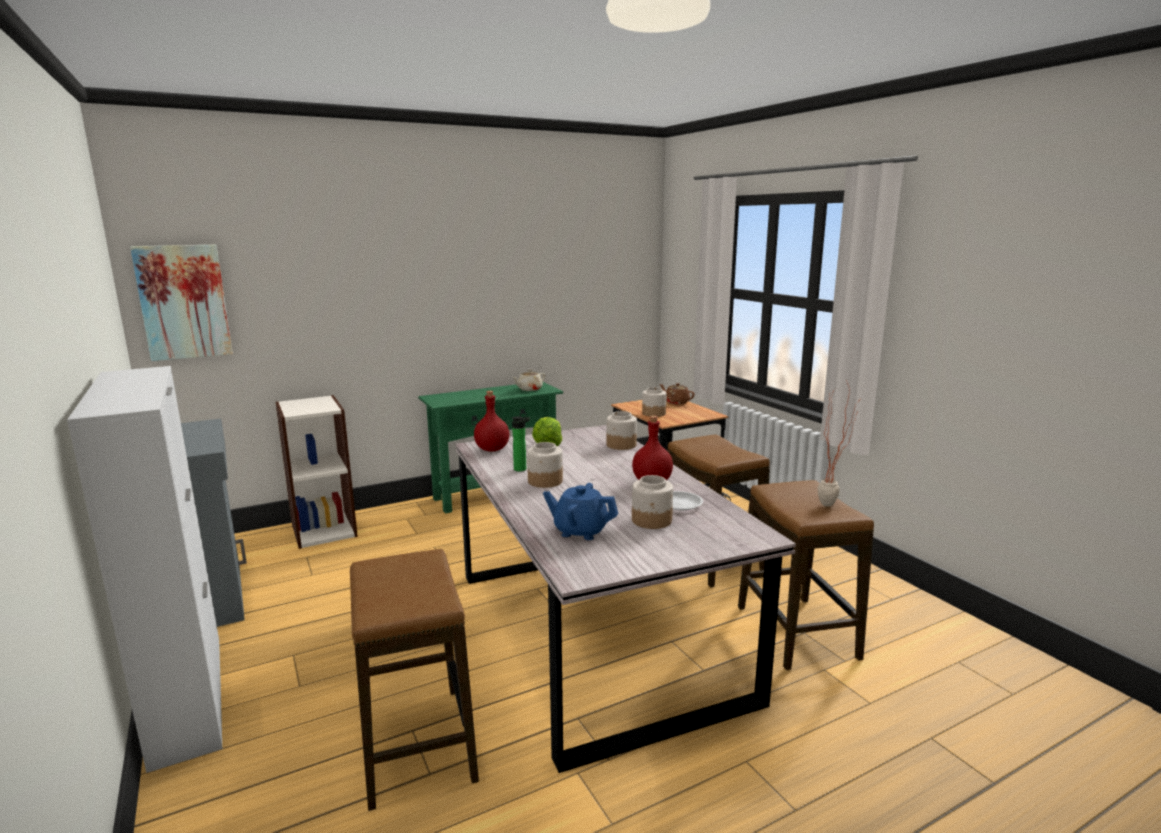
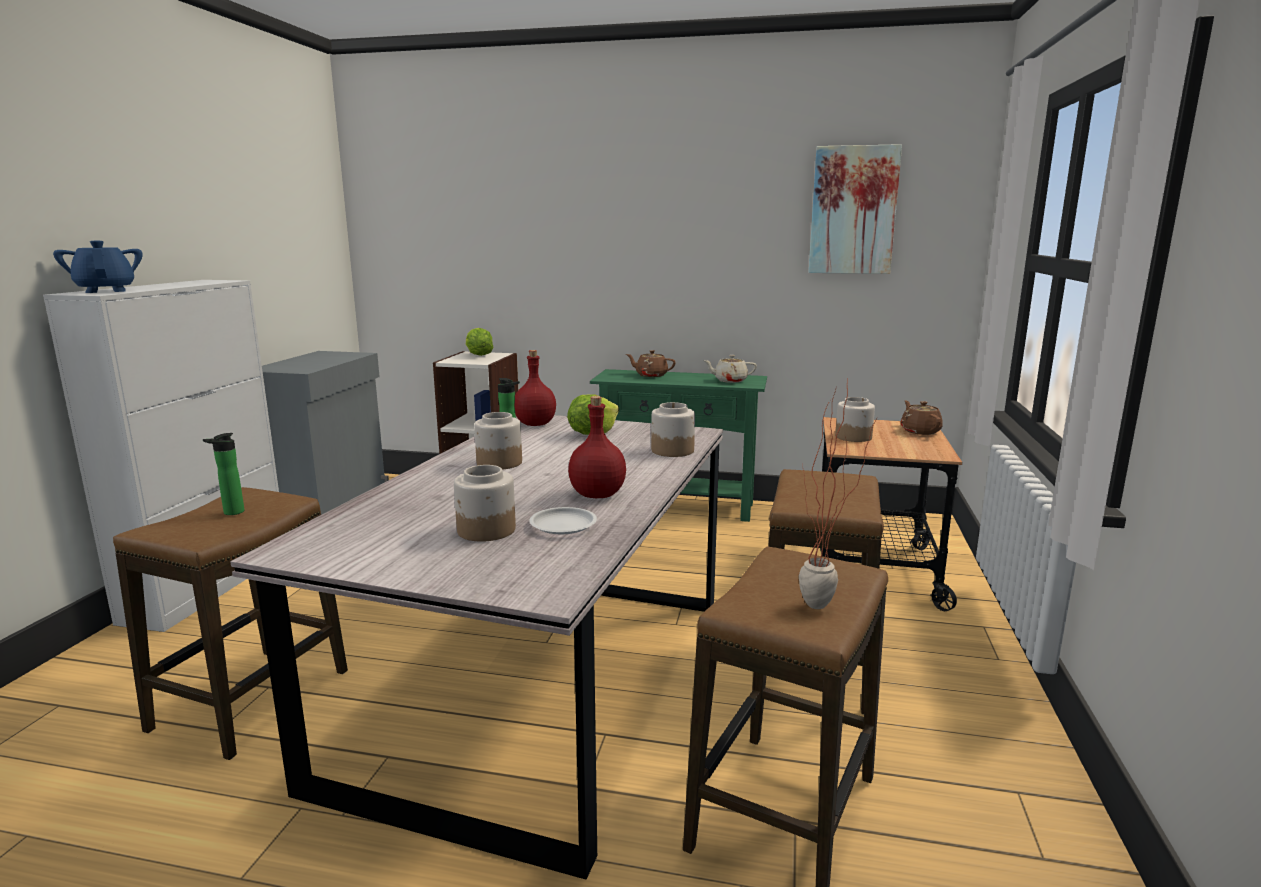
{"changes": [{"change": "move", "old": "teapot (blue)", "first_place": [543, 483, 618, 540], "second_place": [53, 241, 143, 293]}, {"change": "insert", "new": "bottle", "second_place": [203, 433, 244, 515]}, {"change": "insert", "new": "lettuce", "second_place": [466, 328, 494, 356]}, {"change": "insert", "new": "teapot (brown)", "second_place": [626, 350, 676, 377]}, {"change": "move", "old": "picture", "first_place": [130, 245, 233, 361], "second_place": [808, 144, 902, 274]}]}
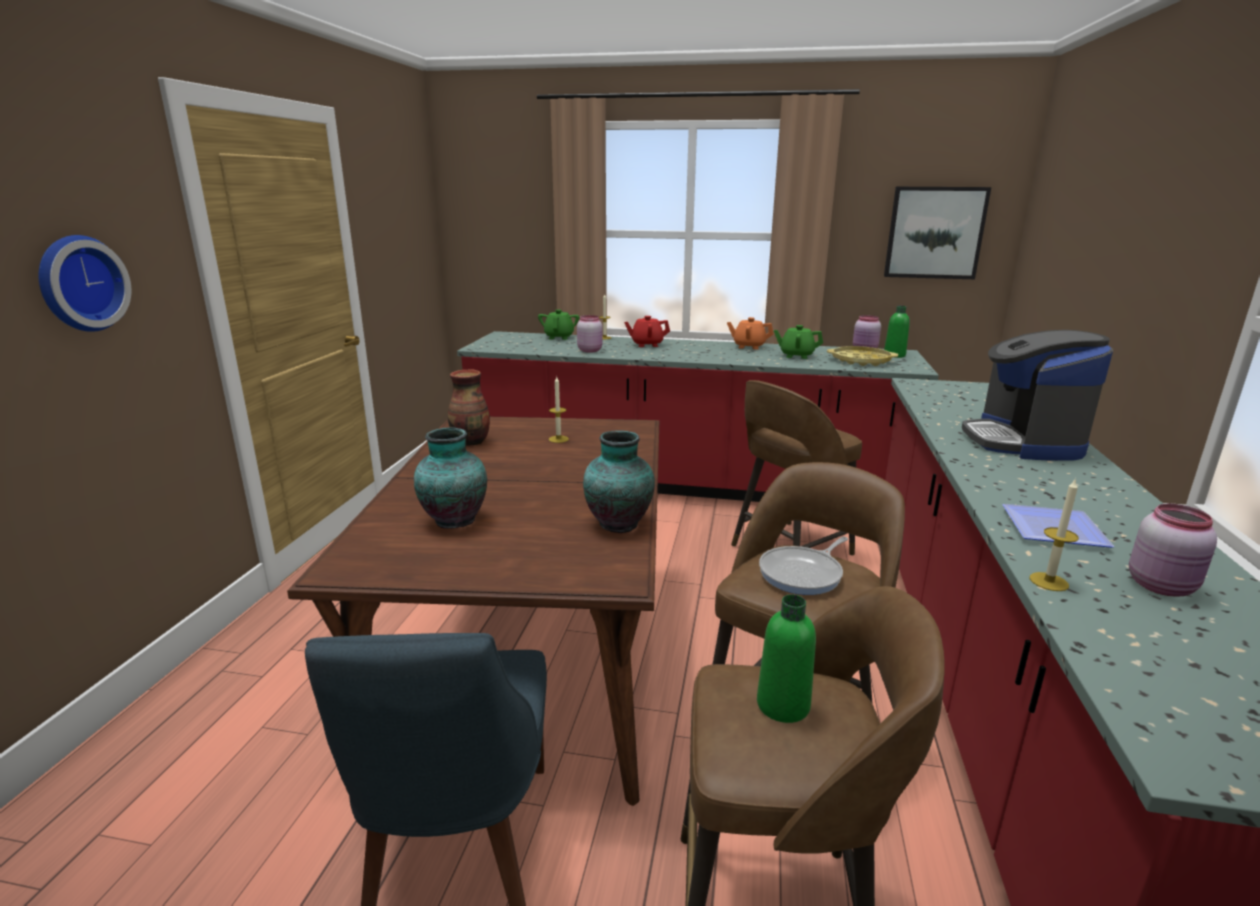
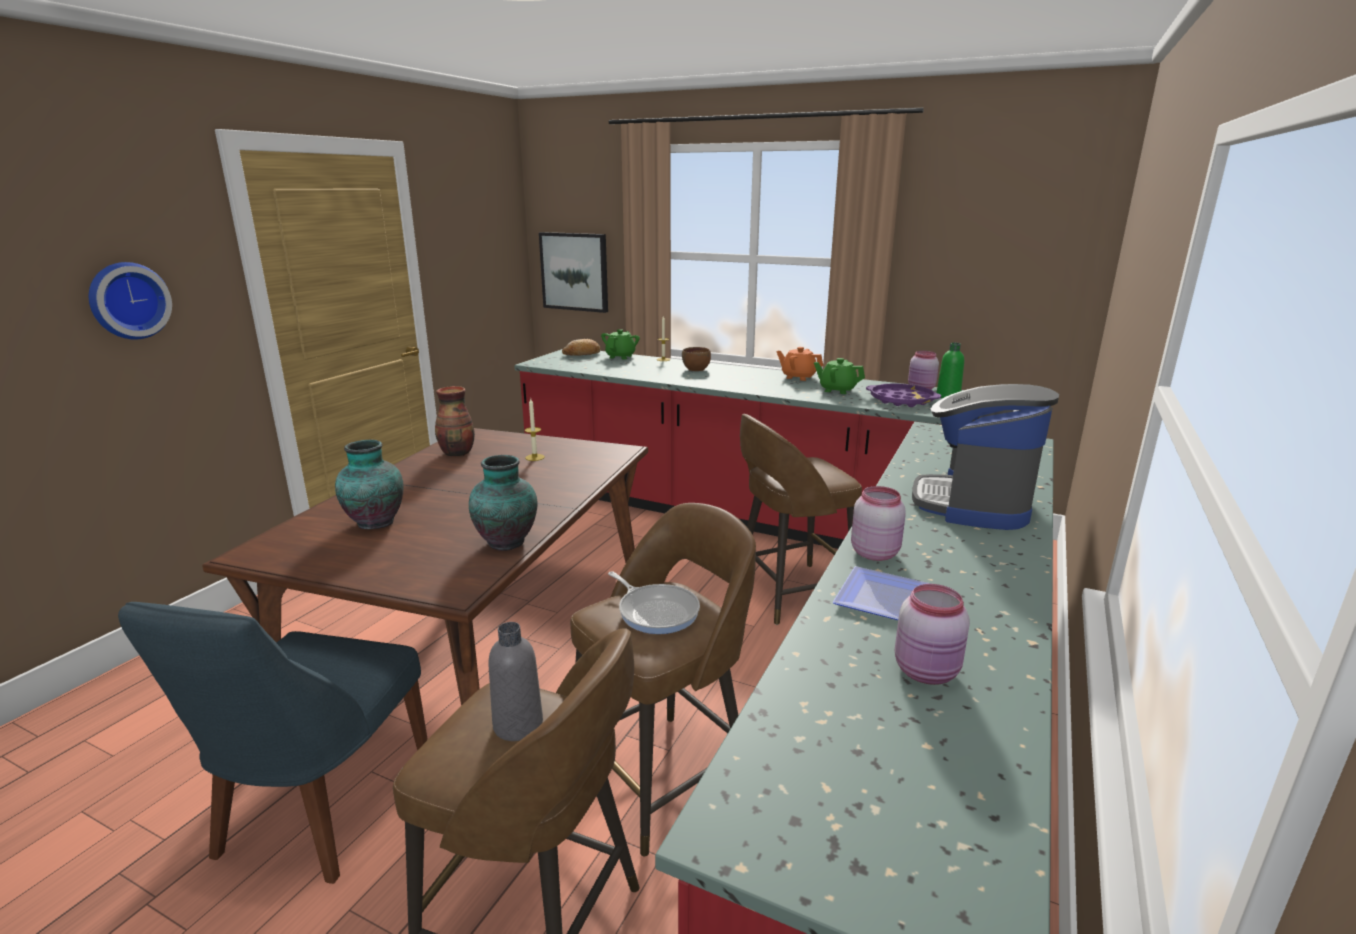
{"changes": [{"change": "recolor", "old": "bottle (green)", "new": "bottle (grey)", "first_place": [757, 594, 816, 723], "second_place": [488, 622, 543, 741]}, {"change": "move", "old": "picture", "first_place": [884, 187, 991, 279], "second_place": [539, 232, 608, 313]}, {"change": "insert", "new": "bread", "second_place": [562, 339, 600, 356]}, {"change": "rotate", "old": "frying pan", "first_place": [759, 537, 848, 595], "second_place": [608, 571, 700, 634], "degrees": -105}, {"change": "replace", "old": "teapot (red)", "new": "bowl (brown)", "first_place": [624, 316, 670, 347], "second_place": [682, 347, 711, 371]}, {"change": "move", "old": "jar (pink)", "first_place": [577, 315, 603, 353], "second_place": [851, 486, 906, 561]}, {"change": "recolor", "old": "tray (yellow)", "new": "tray (purple)", "first_place": [827, 346, 898, 366], "second_place": [866, 383, 941, 407]}, {"change": "delete", "old": "candle", "first_place": [1030, 478, 1079, 591]}]}
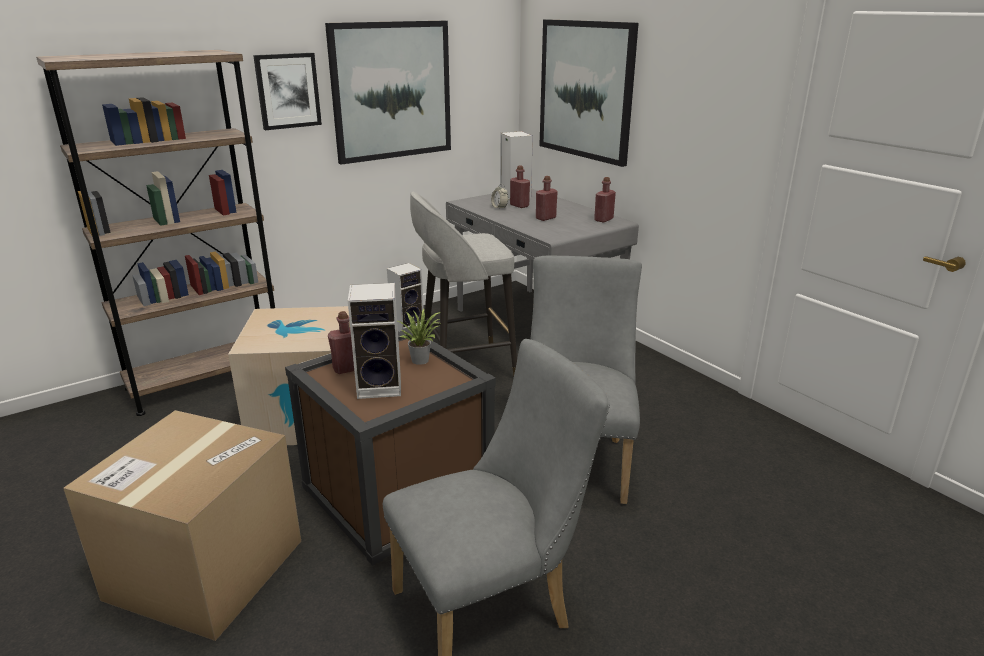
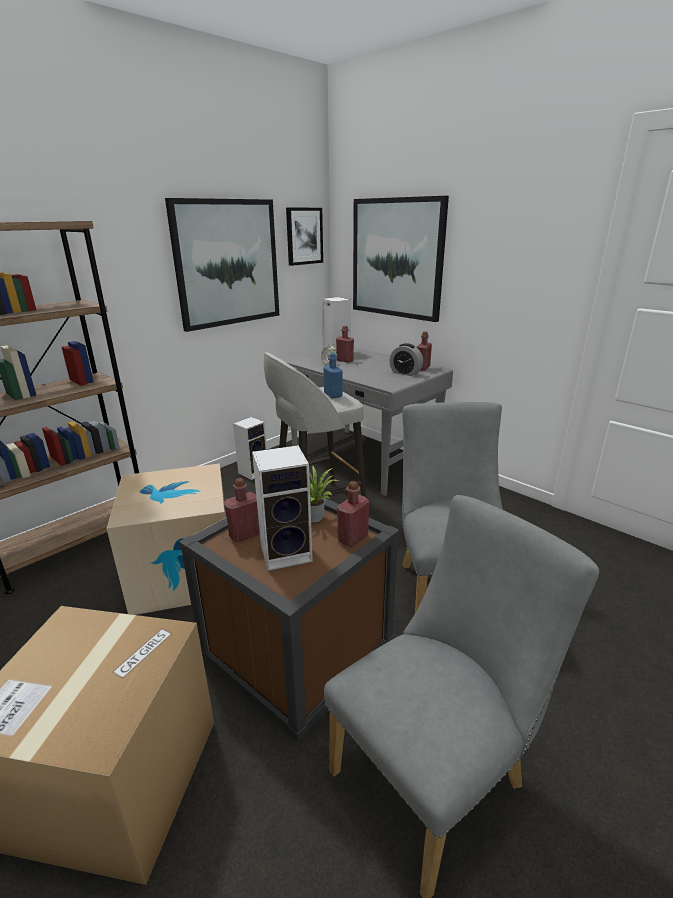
{"changes": [{"change": "move", "old": "picture", "first_place": [253, 53, 322, 130], "second_place": [286, 208, 323, 266]}, {"change": "insert", "new": "bottle (blue)", "second_place": [323, 353, 342, 398]}, {"change": "move", "old": "bottle (red)", "first_place": [536, 176, 558, 221], "second_place": [337, 481, 369, 547]}, {"change": "insert", "new": "alarm clock", "second_place": [389, 343, 423, 376]}]}
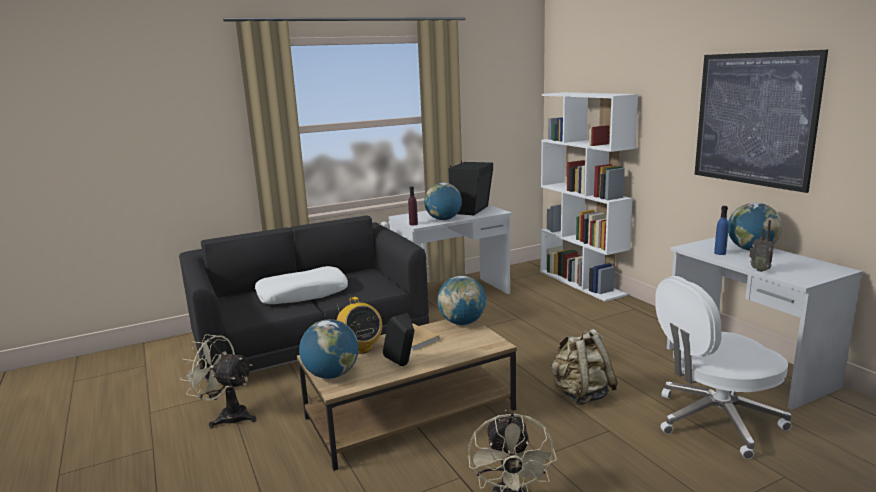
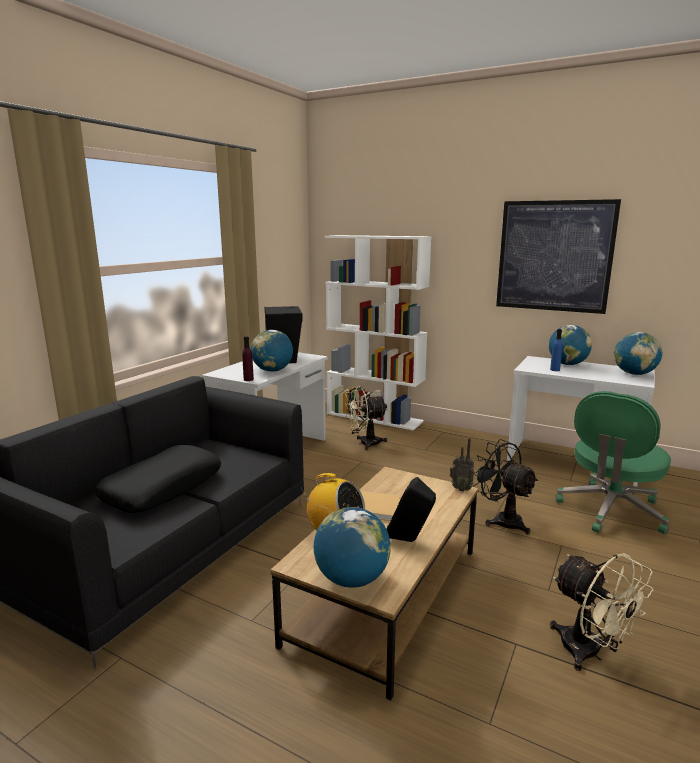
{"changes": [{"change": "recolor", "old": "pillow (white)", "new": "pillow (black)", "first_place": [255, 266, 348, 304], "second_place": [95, 445, 221, 513]}, {"change": "move", "old": "fan (beige)", "first_place": [180, 334, 257, 428], "second_place": [344, 386, 388, 450]}, {"change": "move", "old": "radio", "first_place": [749, 220, 774, 272], "second_place": [450, 438, 474, 492]}, {"change": "replace", "old": "backpack (beige)", "new": "fan (black)", "first_place": [550, 329, 618, 405], "second_place": [473, 439, 539, 535]}, {"change": "recolor", "old": "office chair (white)", "new": "office chair (green)", "first_place": [655, 276, 791, 459], "second_place": [555, 391, 671, 535]}, {"change": "move", "old": "globe", "first_place": [437, 276, 486, 325], "second_place": [614, 332, 662, 375]}]}
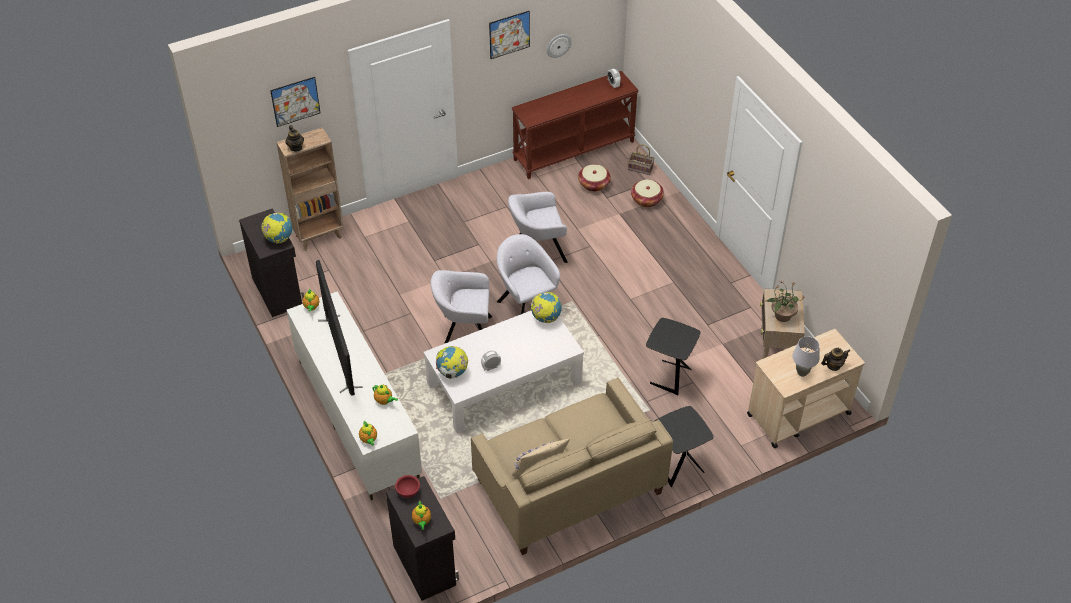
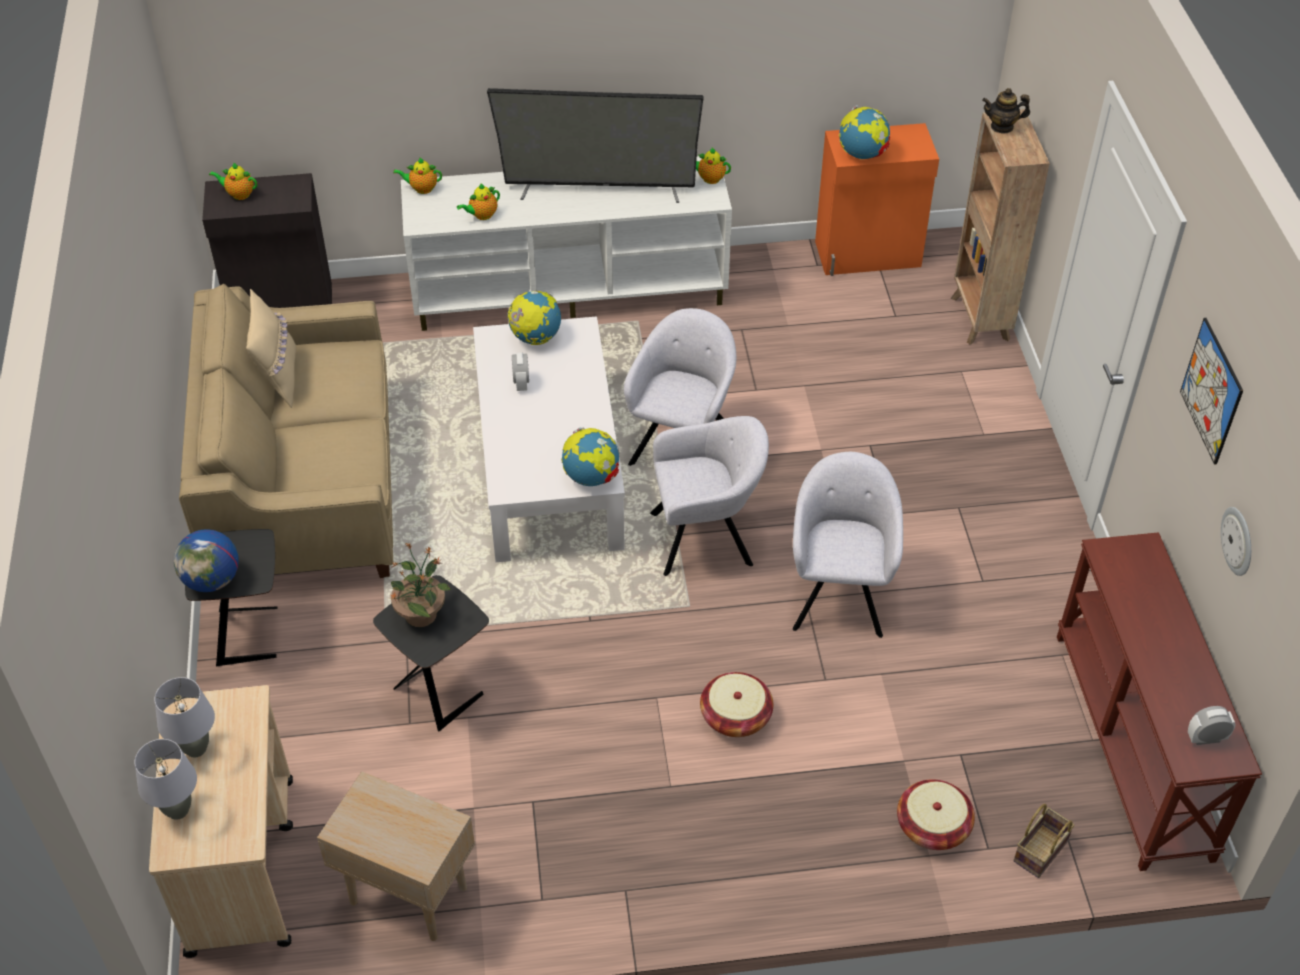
{"changes": [{"change": "replace", "old": "teapot", "new": "table lamp (grey)", "first_place": [821, 348, 850, 371], "second_place": [135, 739, 197, 820]}, {"change": "insert", "new": "globe", "second_place": [174, 529, 239, 592]}, {"change": "move", "old": "potted plant", "first_place": [766, 280, 805, 322], "second_place": [390, 542, 451, 627]}, {"change": "move", "old": "basket", "first_place": [578, 164, 611, 192], "second_place": [700, 672, 773, 737]}, {"change": "recolor", "old": "cabinet (black)", "new": "cabinet (orange)", "first_place": [239, 208, 304, 317], "second_place": [815, 123, 939, 276]}, {"change": "delete", "old": "picture", "first_place": [270, 77, 320, 127]}, {"change": "delete", "old": "bowl (red)", "first_place": [395, 475, 420, 498]}]}
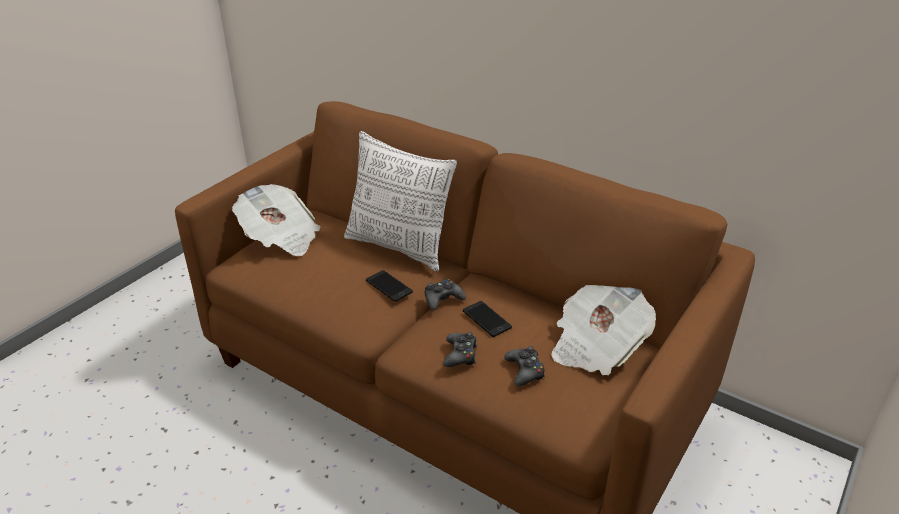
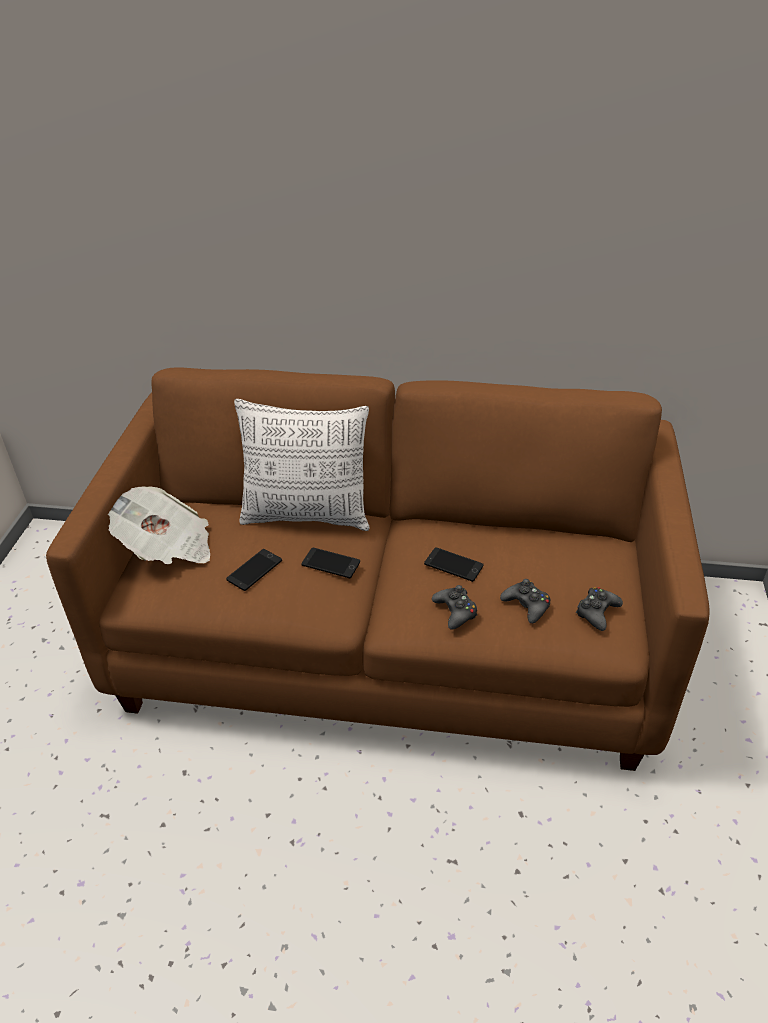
{"changes": [{"change": "insert", "new": "phone", "second_place": [226, 549, 282, 591]}, {"change": "move", "old": "game controller (black)", "first_place": [425, 279, 466, 310], "second_place": [576, 587, 623, 631]}, {"change": "delete", "old": "newspaper", "first_place": [551, 285, 656, 375]}]}
